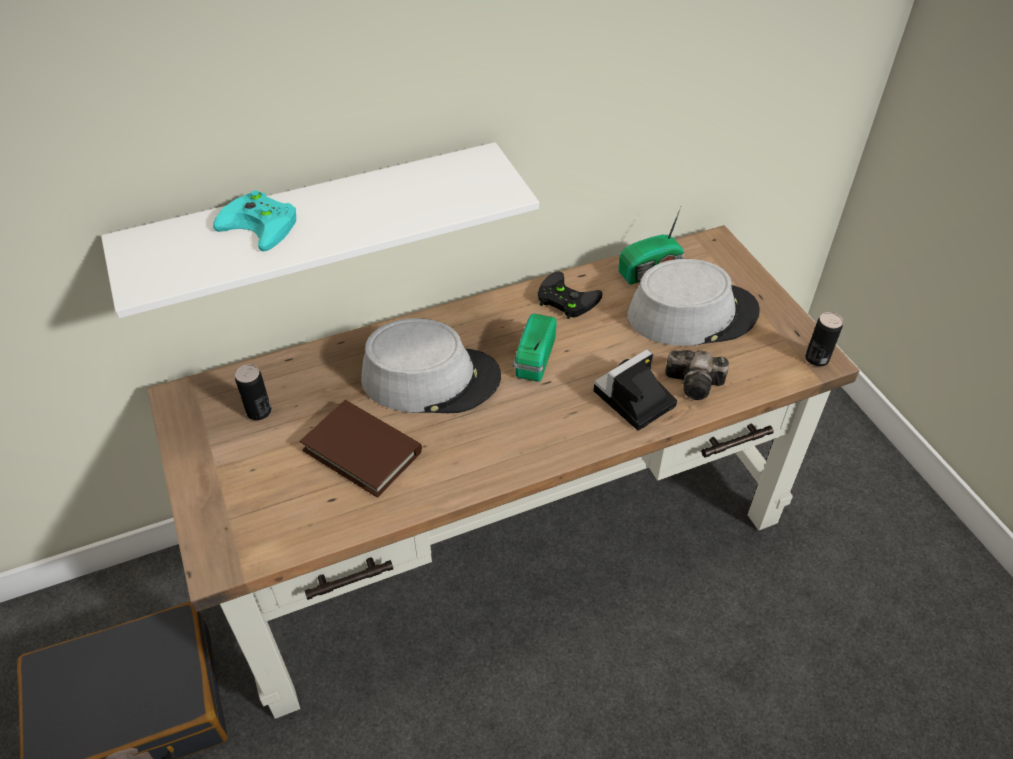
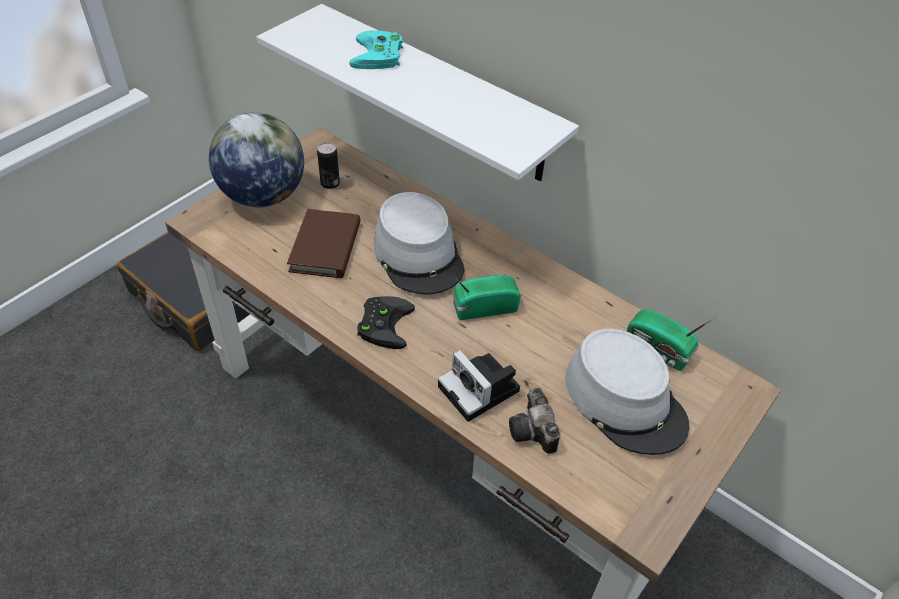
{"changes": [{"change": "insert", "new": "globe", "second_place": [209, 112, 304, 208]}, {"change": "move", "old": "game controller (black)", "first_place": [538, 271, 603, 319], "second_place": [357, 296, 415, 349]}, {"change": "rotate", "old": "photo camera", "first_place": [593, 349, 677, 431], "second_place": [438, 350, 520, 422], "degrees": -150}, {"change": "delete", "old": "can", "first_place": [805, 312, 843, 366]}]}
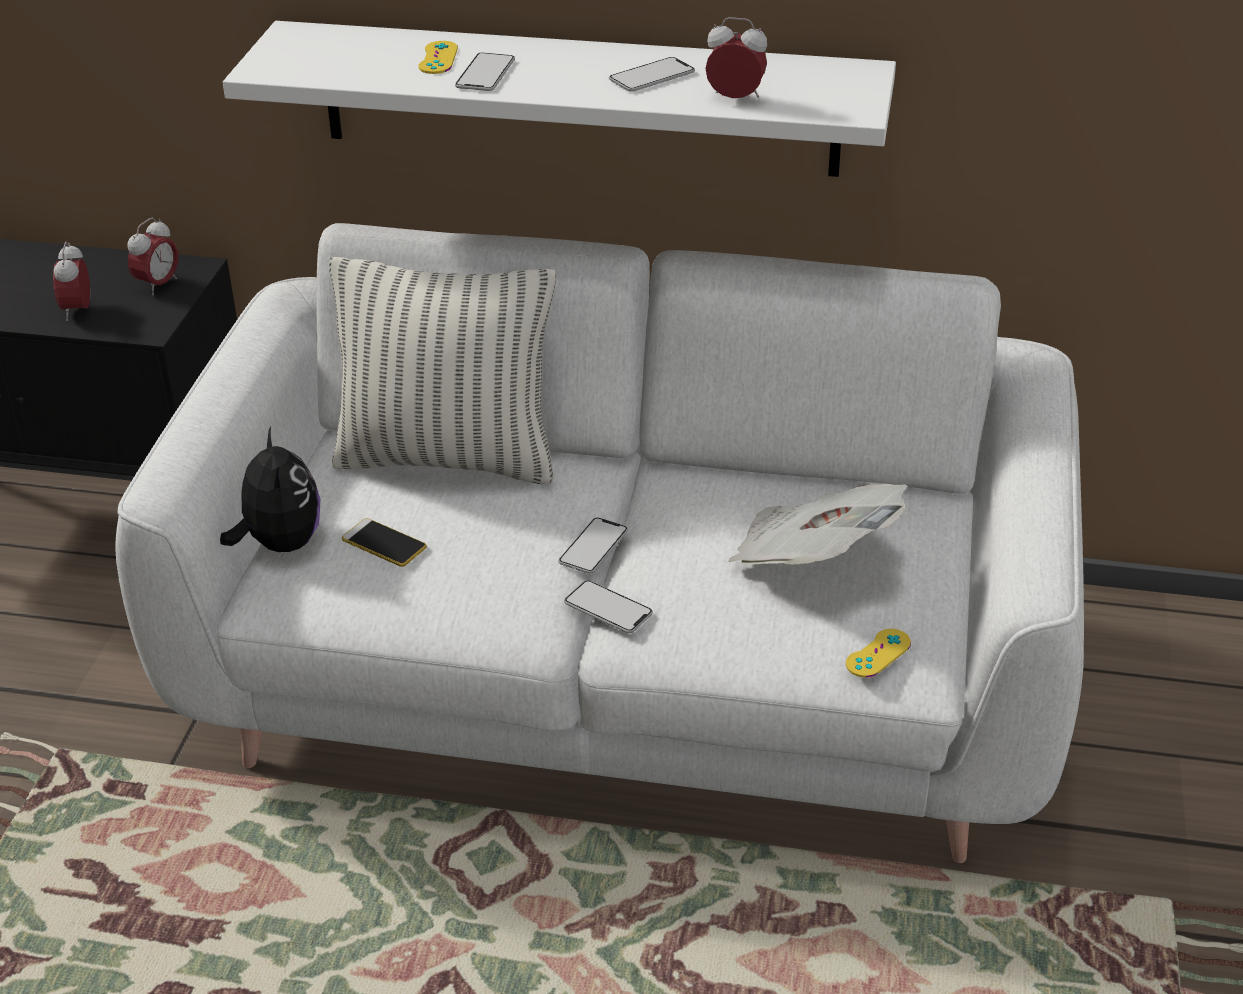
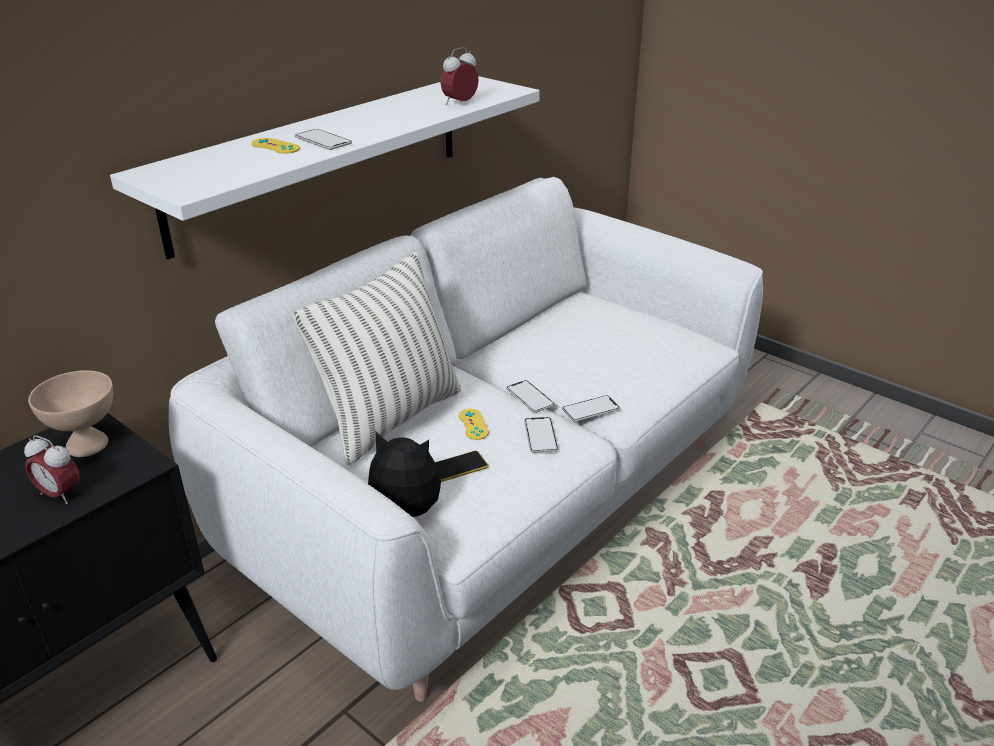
{"changes": [{"change": "replace", "old": "alarm clock", "new": "bowl (beige)", "first_place": [127, 217, 178, 295], "second_place": [28, 370, 113, 457]}, {"change": "move", "old": "game controller (yellow)", "first_place": [846, 629, 911, 678], "second_place": [459, 409, 489, 440]}, {"change": "move", "old": "phone", "first_place": [609, 57, 695, 92], "second_place": [524, 417, 558, 453]}, {"change": "delete", "old": "newspaper", "first_place": [728, 484, 908, 565]}]}
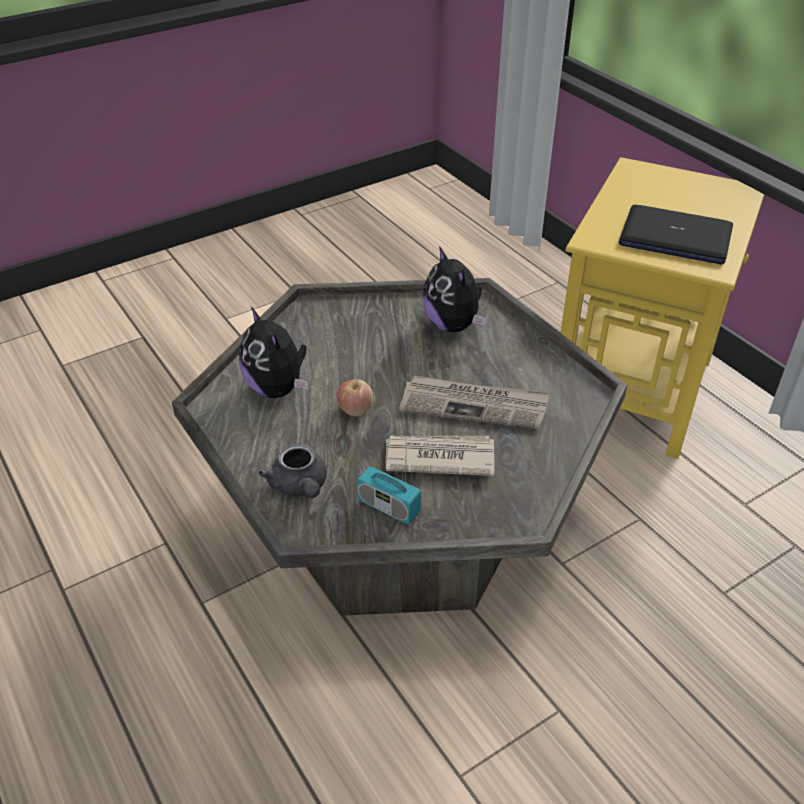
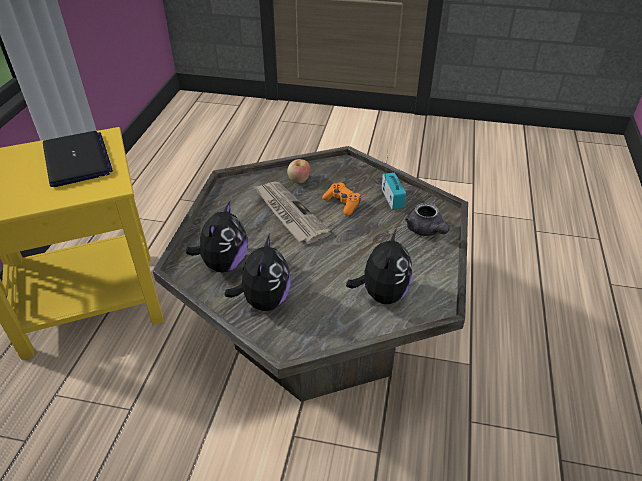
{"changes": [{"change": "insert", "new": "plush toy", "second_place": [225, 234, 291, 311]}, {"change": "move", "old": "apple", "first_place": [337, 380, 373, 416], "second_place": [287, 159, 311, 183]}, {"change": "replace", "old": "newspaper", "new": "game controller (orange)", "first_place": [386, 436, 494, 476], "second_place": [322, 183, 360, 216]}, {"change": "rotate", "old": "teapot (grey)", "first_place": [259, 443, 327, 498], "second_place": [405, 203, 450, 236], "degrees": 135}]}
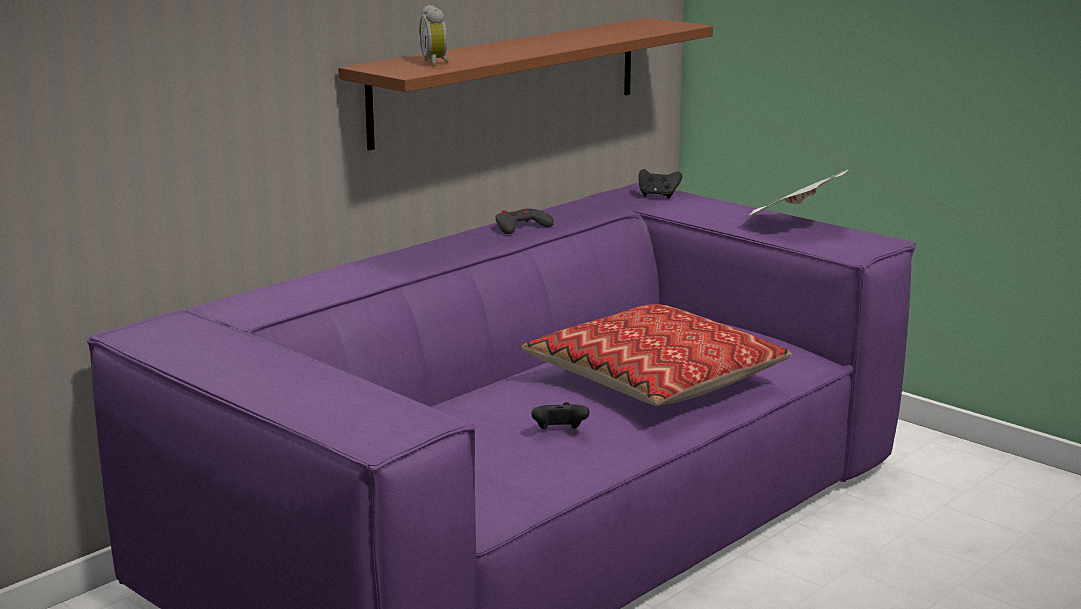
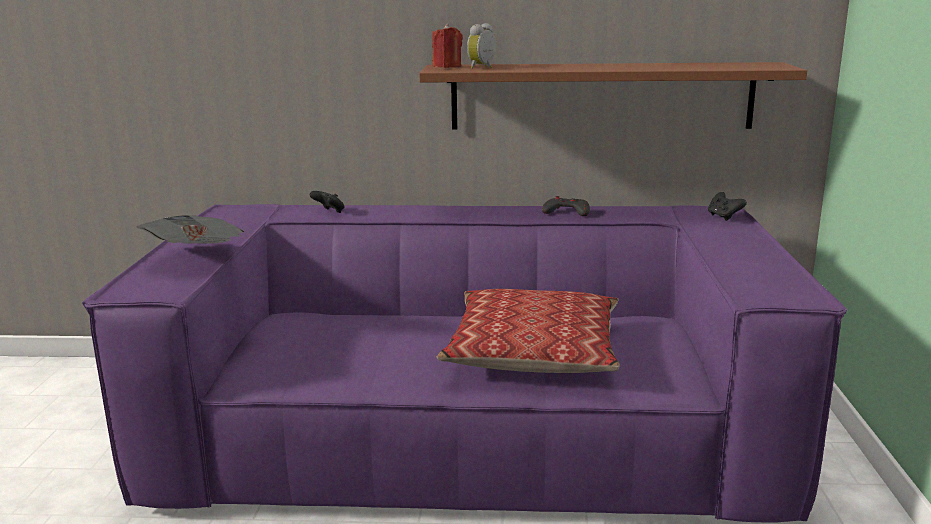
{"changes": [{"change": "move", "old": "newspaper", "first_place": [743, 170, 848, 219], "second_place": [137, 215, 244, 244]}, {"change": "move", "old": "game controller (black)", "first_place": [531, 402, 590, 430], "second_place": [309, 191, 344, 213]}, {"change": "insert", "new": "candle (red)", "second_place": [432, 24, 463, 68]}]}
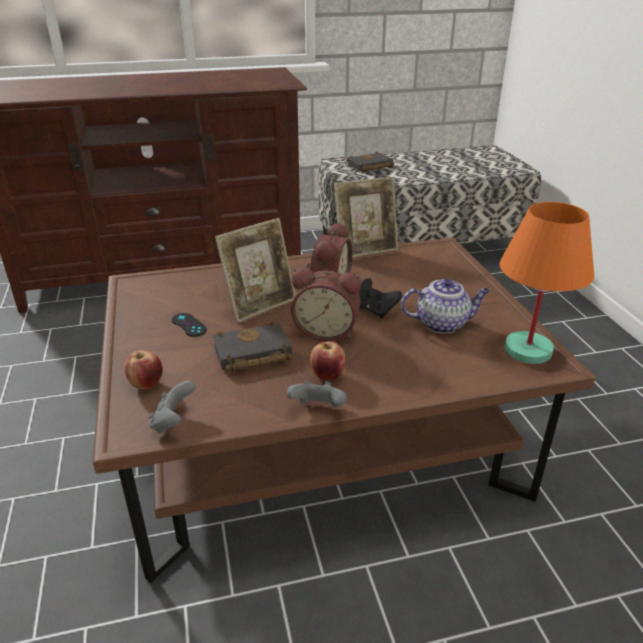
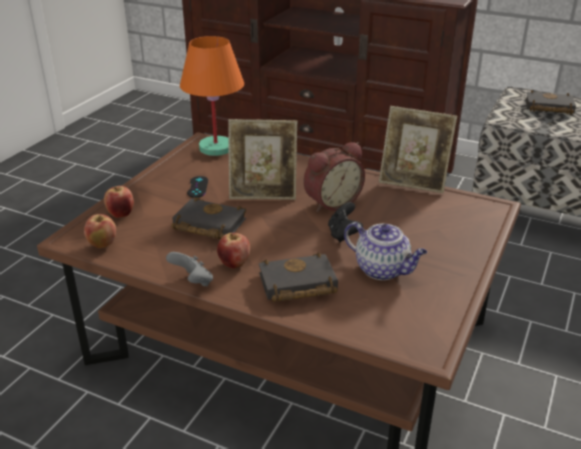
{"changes": [{"change": "replace", "old": "game controller (grey)", "new": "apple", "first_place": [149, 381, 196, 434], "second_place": [84, 214, 116, 248]}, {"change": "move", "old": "table lamp (orange)", "first_place": [500, 202, 594, 364], "second_place": [180, 36, 244, 156]}, {"change": "insert", "new": "book (black)", "second_place": [259, 253, 338, 302]}, {"change": "delete", "old": "alarm clock", "first_place": [291, 268, 361, 342]}]}
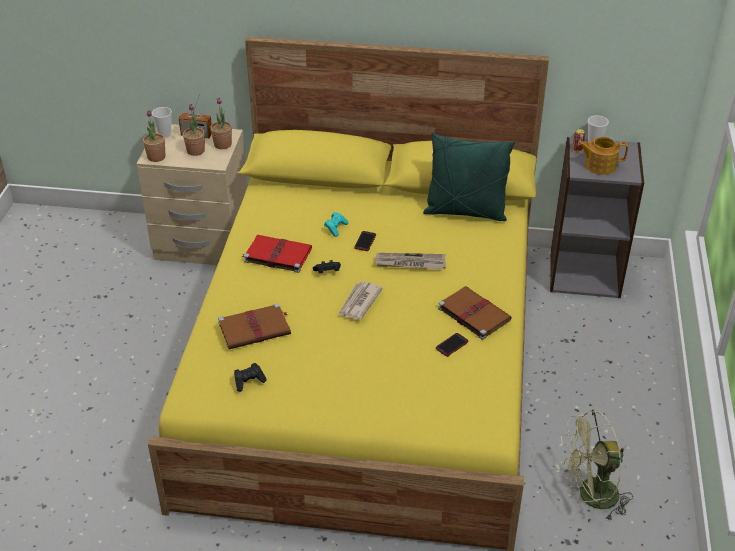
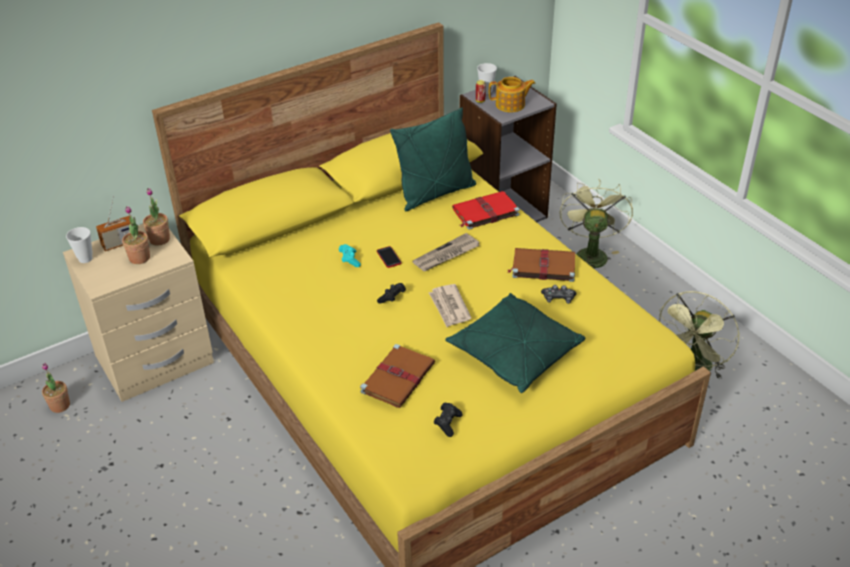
{"changes": [{"change": "move", "old": "potted plant", "first_place": [143, 110, 165, 162], "second_place": [42, 363, 70, 413]}, {"change": "insert", "new": "pillow (green)", "second_place": [445, 293, 585, 393]}, {"change": "move", "old": "book (red)", "first_place": [241, 235, 312, 273], "second_place": [452, 191, 520, 230]}, {"change": "rotate", "old": "teapot", "first_place": [578, 137, 628, 175], "second_place": [489, 77, 535, 112], "degrees": -150}, {"change": "replace", "old": "phone", "new": "game controller", "first_place": [436, 333, 468, 357], "second_place": [541, 285, 576, 304]}, {"change": "insert", "new": "fan (green)", "second_place": [560, 180, 633, 268]}]}
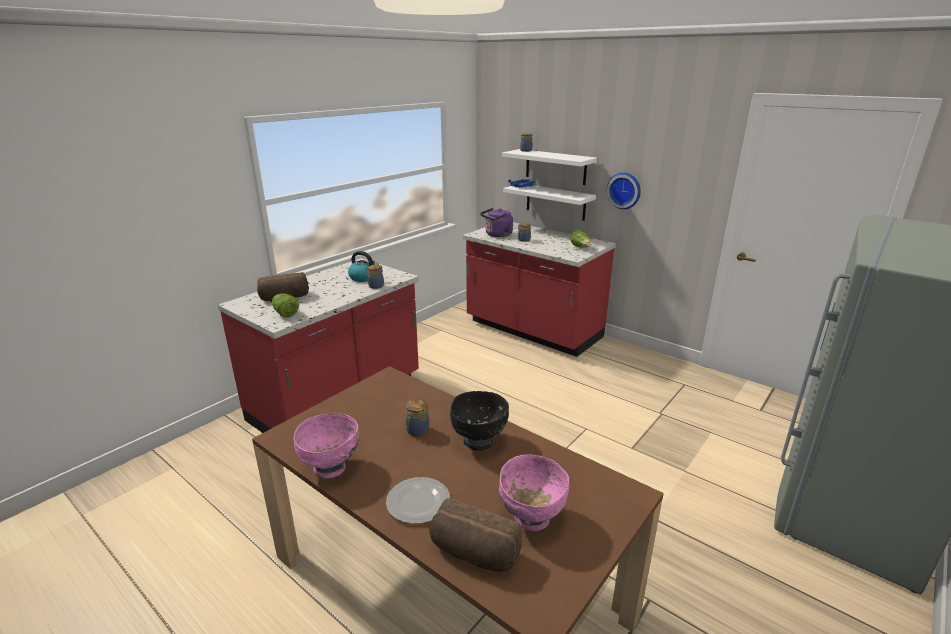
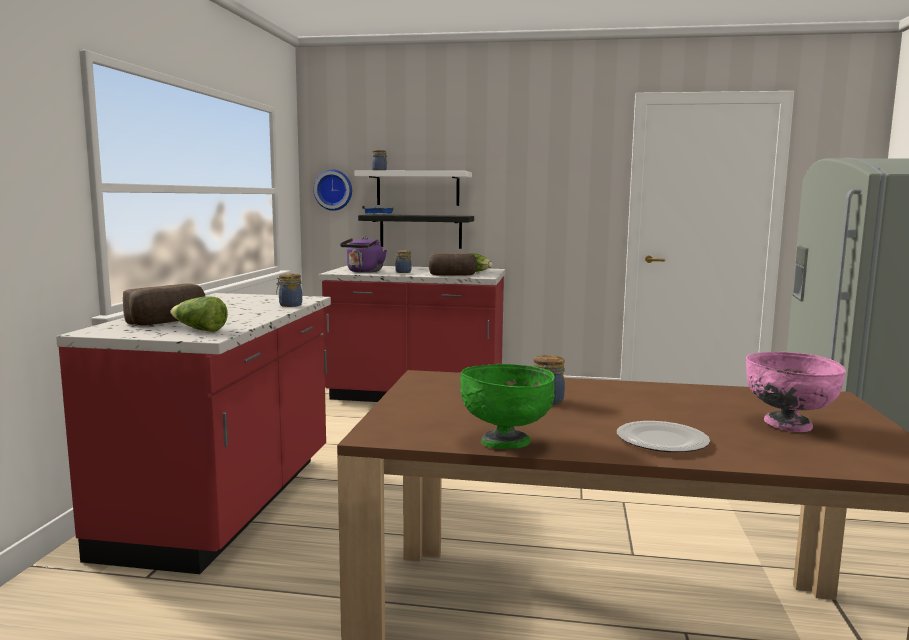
{"changes": [{"change": "move", "old": "wall clock", "first_place": [607, 173, 641, 209], "second_place": [313, 169, 352, 211]}, {"change": "recolor", "old": "shelf (white)", "new": "shelf (black)", "first_place": [503, 185, 596, 221], "second_place": [358, 214, 474, 249]}, {"change": "move", "old": "bread", "first_place": [429, 498, 522, 572], "second_place": [429, 253, 477, 276]}, {"change": "recolor", "old": "bowl (pink)", "new": "bowl (green)", "first_place": [294, 413, 359, 478], "second_place": [460, 364, 555, 449]}, {"change": "delete", "old": "kettle", "first_place": [348, 251, 379, 282]}, {"change": "delete", "old": "bowl (black)", "first_place": [450, 391, 509, 451]}]}
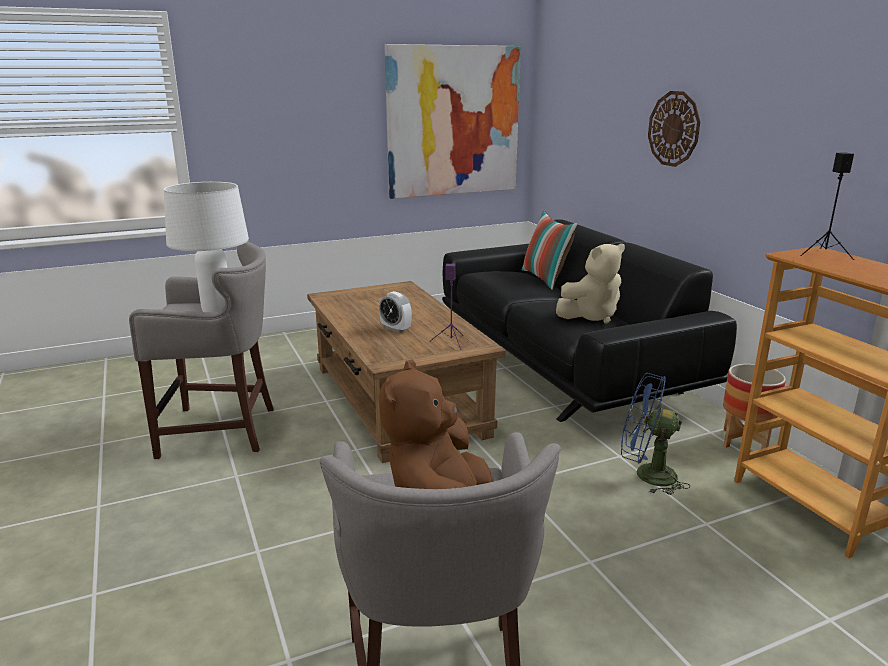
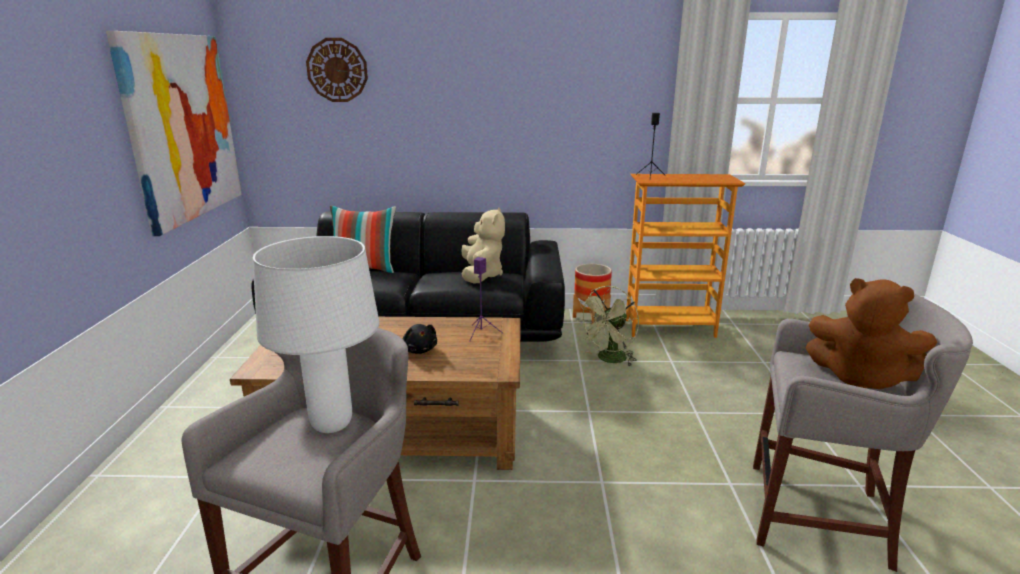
{"changes": [{"change": "move", "old": "wall clock", "first_place": [648, 91, 700, 167], "second_place": [306, 38, 368, 102]}, {"change": "replace", "old": "alarm clock", "new": "plush toy (black)", "first_place": [379, 291, 412, 333], "second_place": [402, 324, 437, 354]}, {"change": "recolor", "old": "fan (blue)", "new": "fan (green)", "first_place": [621, 373, 690, 495], "second_place": [577, 286, 639, 366]}]}
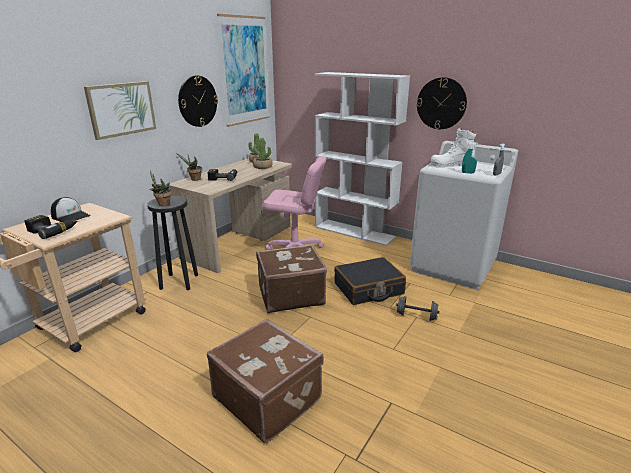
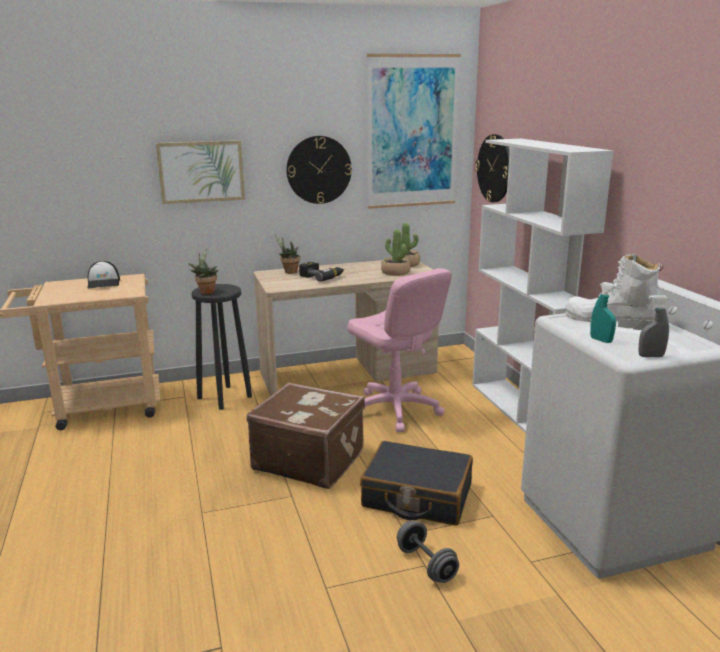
{"changes": [{"change": "move", "old": "wall clock", "first_place": [417, 77, 467, 129], "second_place": [475, 134, 510, 202]}, {"change": "delete", "old": "power drill", "first_place": [24, 215, 78, 239]}, {"change": "delete", "old": "suitcase (brown)", "first_place": [207, 319, 324, 443]}]}
